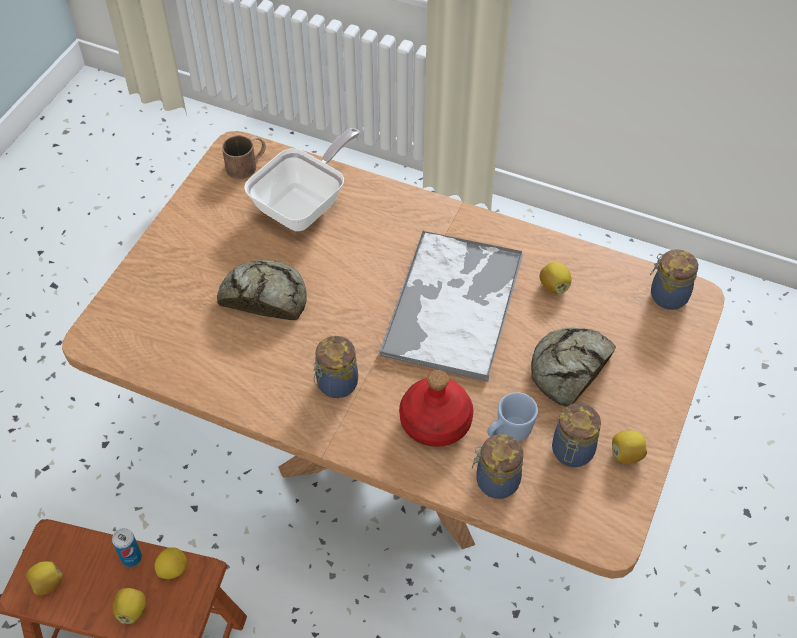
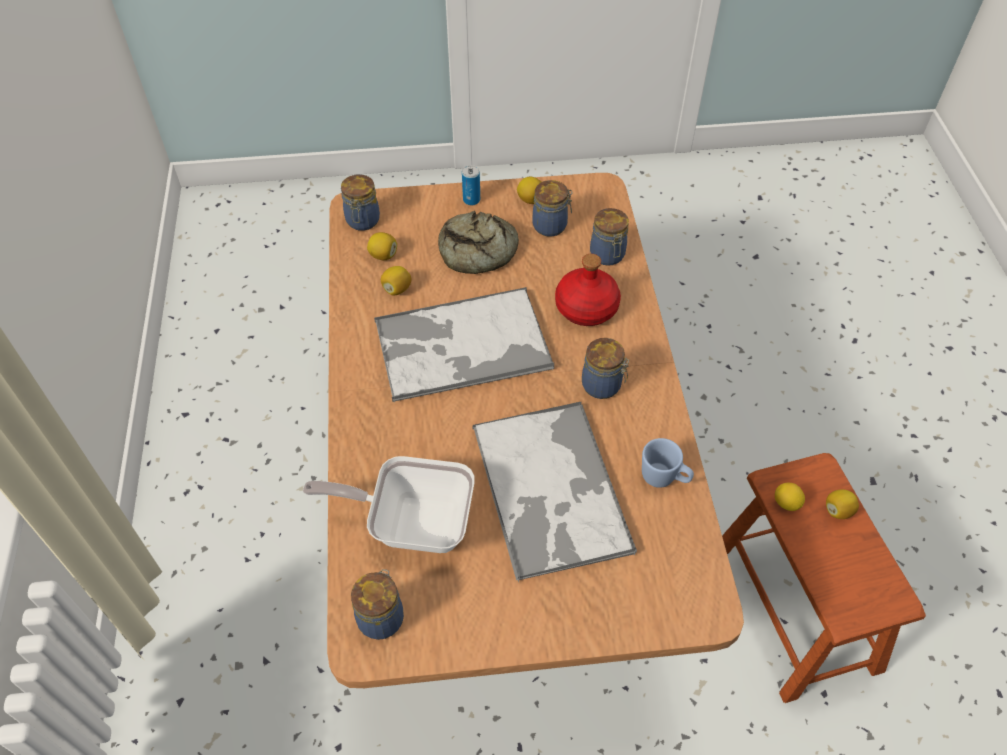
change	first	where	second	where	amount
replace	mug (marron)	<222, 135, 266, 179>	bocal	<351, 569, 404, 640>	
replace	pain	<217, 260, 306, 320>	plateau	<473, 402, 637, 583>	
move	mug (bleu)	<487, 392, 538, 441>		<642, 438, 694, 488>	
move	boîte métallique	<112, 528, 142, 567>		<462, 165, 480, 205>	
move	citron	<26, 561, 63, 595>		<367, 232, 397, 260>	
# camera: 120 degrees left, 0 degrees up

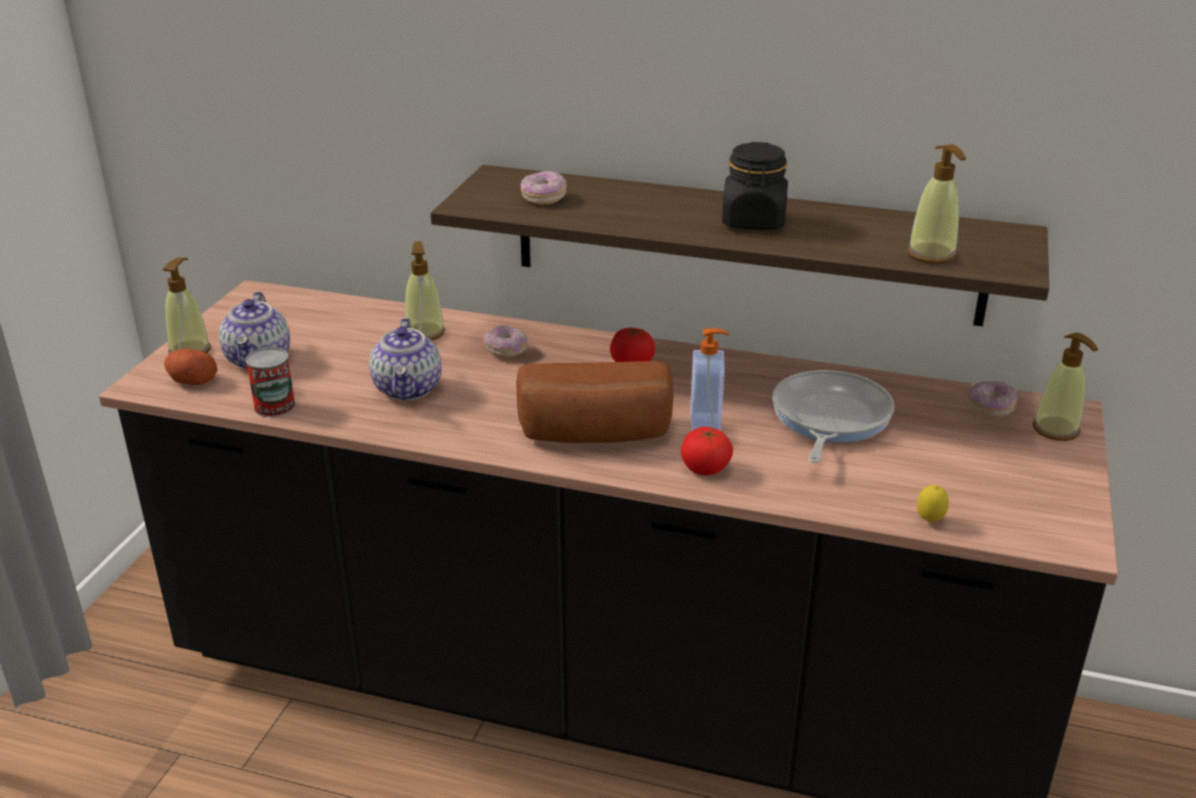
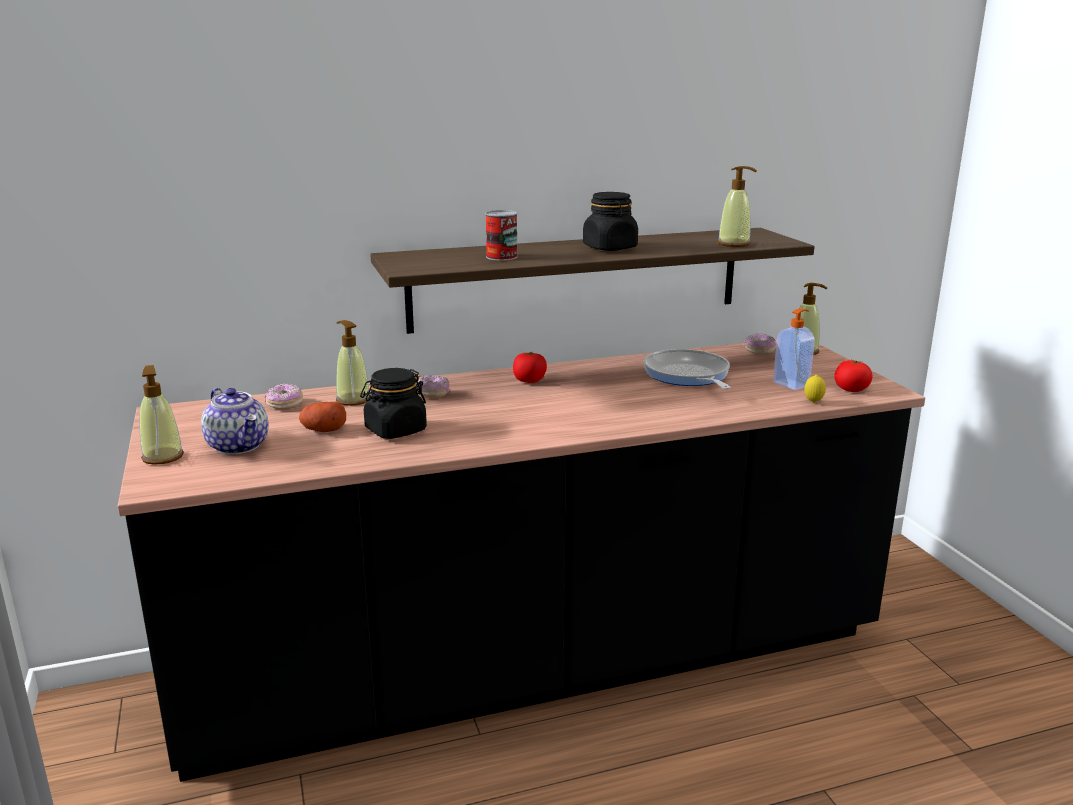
change	first	where	second	where	amount
move	beignet	<521, 171, 567, 205>		<265, 383, 303, 409>	
replace	théière	<369, 318, 441, 400>	bocal (noir)	<360, 368, 427, 439>	
move	distributeur de savon	<690, 328, 729, 431>		<773, 309, 815, 390>	
move	boîte métallique	<246, 347, 296, 417>		<485, 210, 518, 261>	
move	pomme de terre	<164, 349, 217, 385>		<299, 402, 346, 432>	
delete	pain	<516, 361, 674, 443>			
move	tomate	<681, 427, 733, 476>		<834, 360, 873, 392>	
# camera: 35 degrees left, 10 degrees down

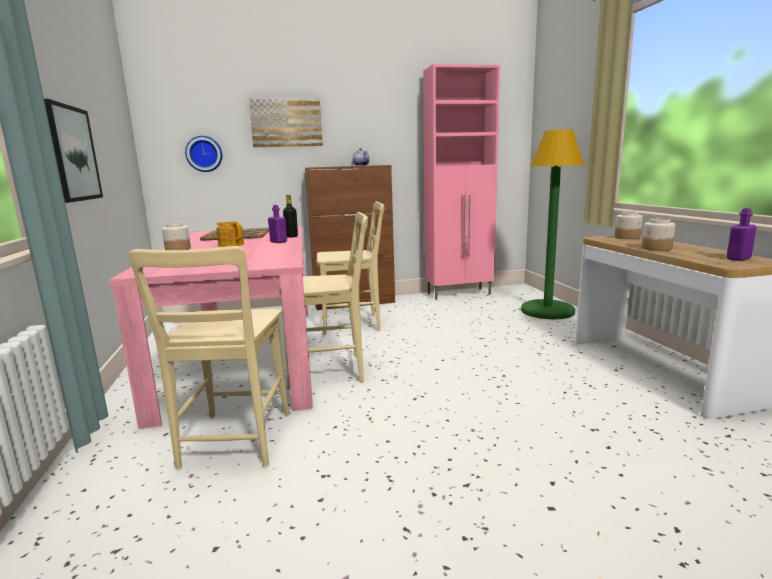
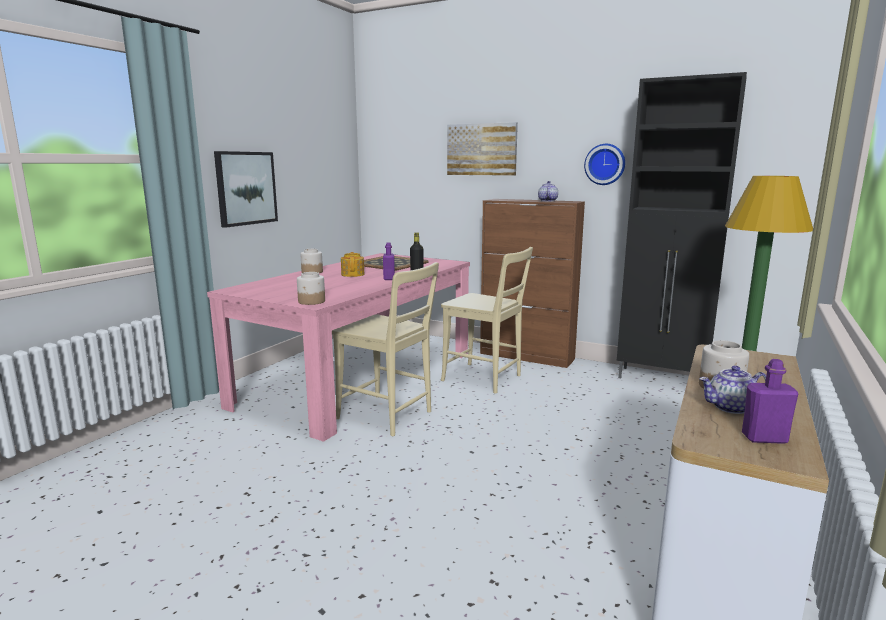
change	first	where	second	where	amount
recolor	meuble de rangement (rose)	<423, 64, 500, 300>	meuble de rangement (noir)	<617, 72, 747, 378>	
move	horloge murale	<185, 136, 222, 172>		<584, 144, 625, 185>	
move	bocal	<615, 211, 643, 239>		<297, 272, 325, 305>	
delete	chaise (beige)	<129, 246, 290, 469>			
insert			théière	<699, 366, 766, 414>	
# camera: 40 degrees right, 0 degrees up

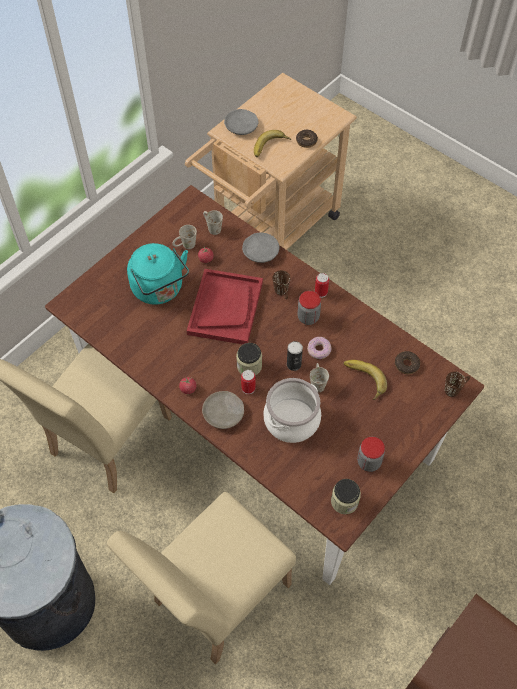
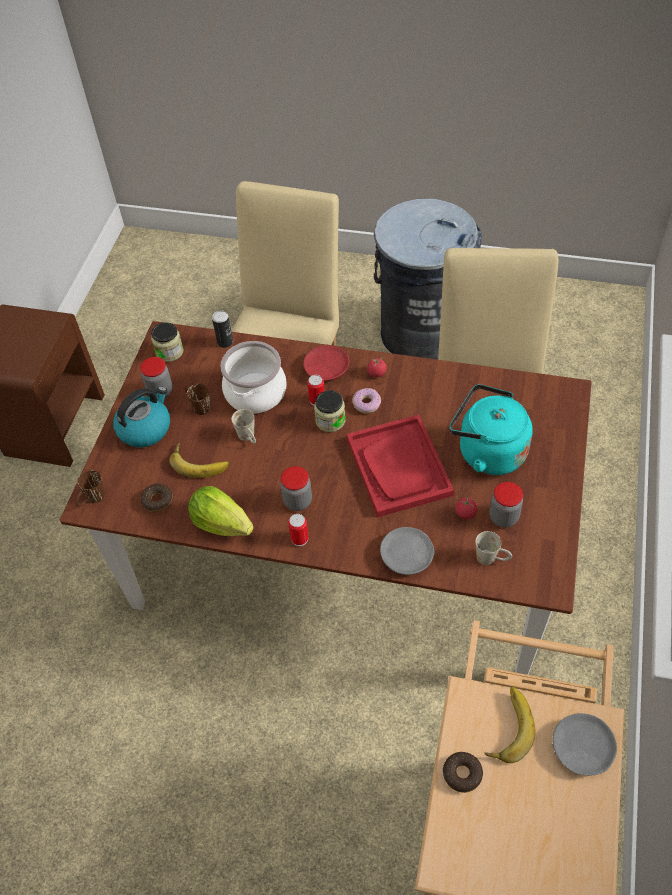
change	first	where	second	where	amount
replace	mug (blanc)	<172, 225, 197, 249>	bocal	<490, 482, 523, 528>	
move	mug (marron)	<272, 270, 291, 299>		<185, 384, 210, 415>	
move	beignet	<307, 337, 332, 359>		<352, 388, 381, 413>	
move	boîte métallique	<287, 341, 303, 371>		<212, 310, 233, 348>	
recolor	assiette (beige)	<202, 391, 244, 429>	assiette (rouge)	<303, 345, 349, 381>	
insert			bouilloire	<113, 386, 170, 447>	
insert			laitue	<188, 486, 254, 536>	
# camera: 155 degrees right, 5 degrees down

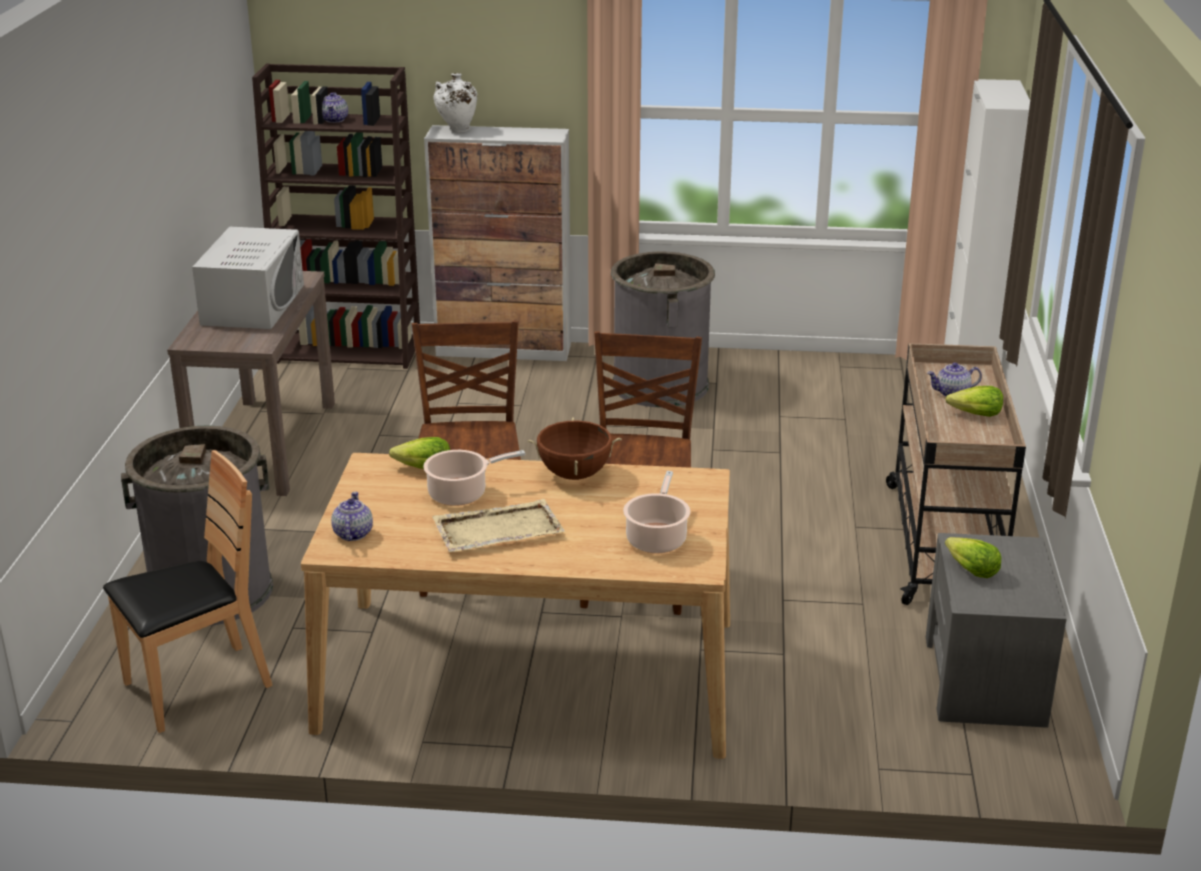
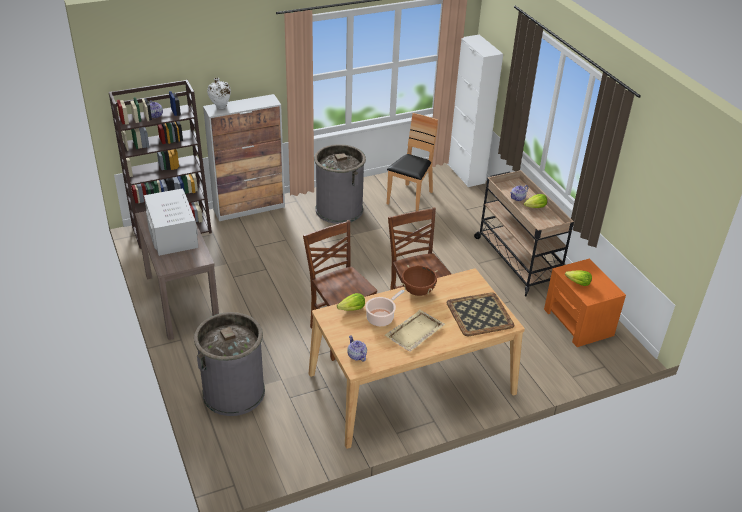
change	first	where	second	where	amount
move	chaise (marron)	<103, 450, 273, 733>		<387, 113, 438, 211>	
replace	marmite	<623, 471, 690, 553>	plateau	<446, 292, 514, 336>	
recolor	table de chevet (gris)	<926, 533, 1066, 728>	table de chevet (orange)	<544, 258, 626, 347>	
# camera: 30 degrees left, 10 degrees up

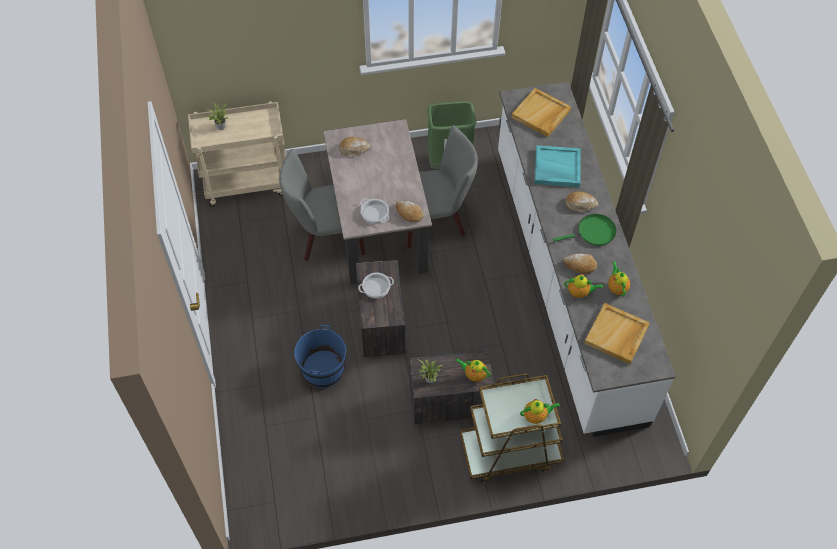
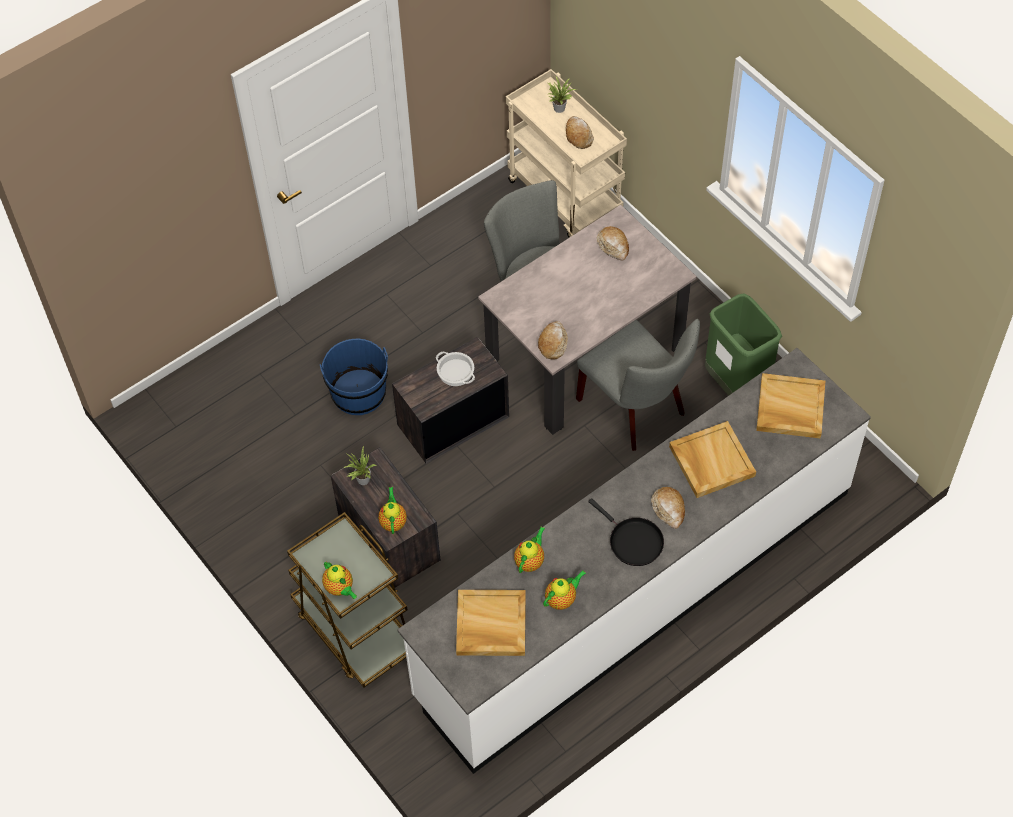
change	first	where	second	where	amount
recolor	plateau (turquoise)	<535, 145, 581, 187>	plateau (beige)	<669, 421, 756, 498>	
delete	marmite	<360, 198, 390, 224>			
recolor	poêle (vert)	<553, 214, 616, 246>	poêle (noir)	<588, 498, 664, 566>	
move	pain	<563, 254, 597, 274>		<566, 116, 594, 149>	
rotate	théière	<564, 274, 603, 298>		<514, 526, 545, 573>	135 degrees counterclockwise
# camera: 65 degrees right, 0 degrees up

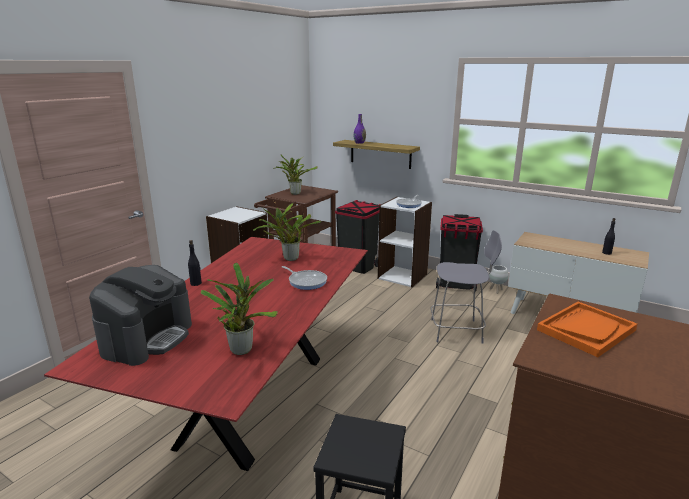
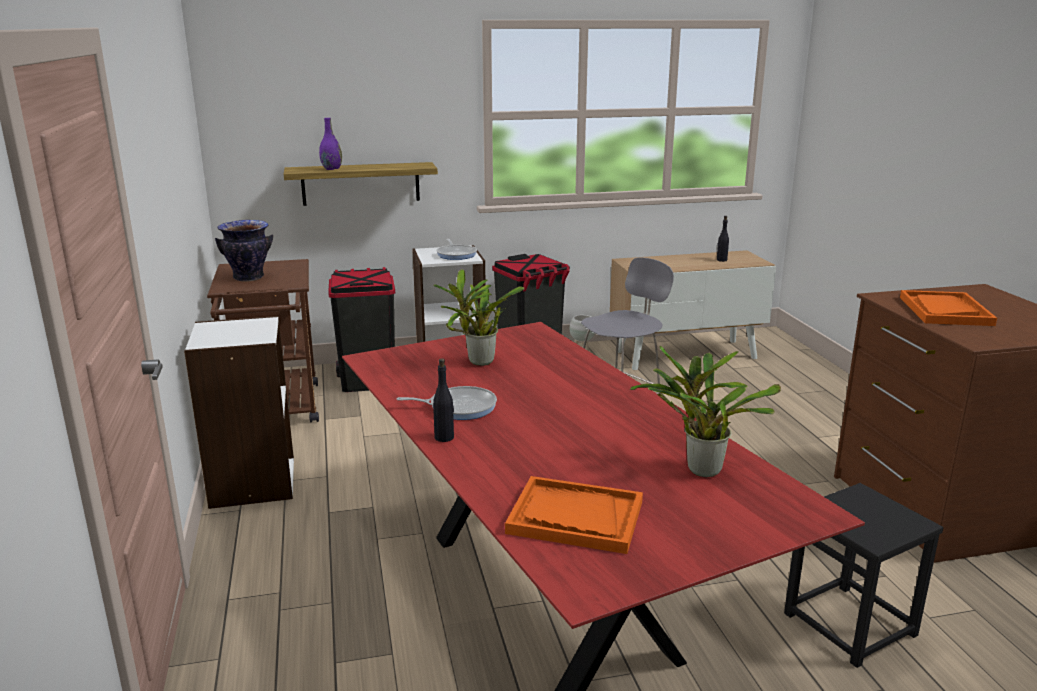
change	first	where	second	where	amount
replace	plante en pot	<273, 155, 318, 195>	vase	<215, 220, 273, 281>	
replace	machine à café	<89, 265, 192, 366>	plateau (orange)	<505, 476, 643, 554>	
move	poêle	<282, 266, 327, 290>		<397, 386, 497, 420>	
# camera: 45 degrees left, 0 degrees up

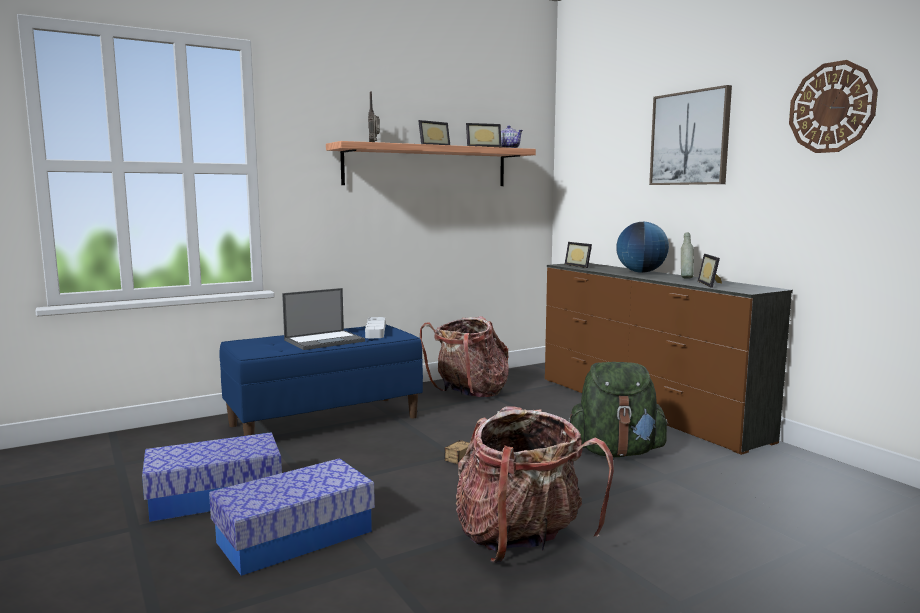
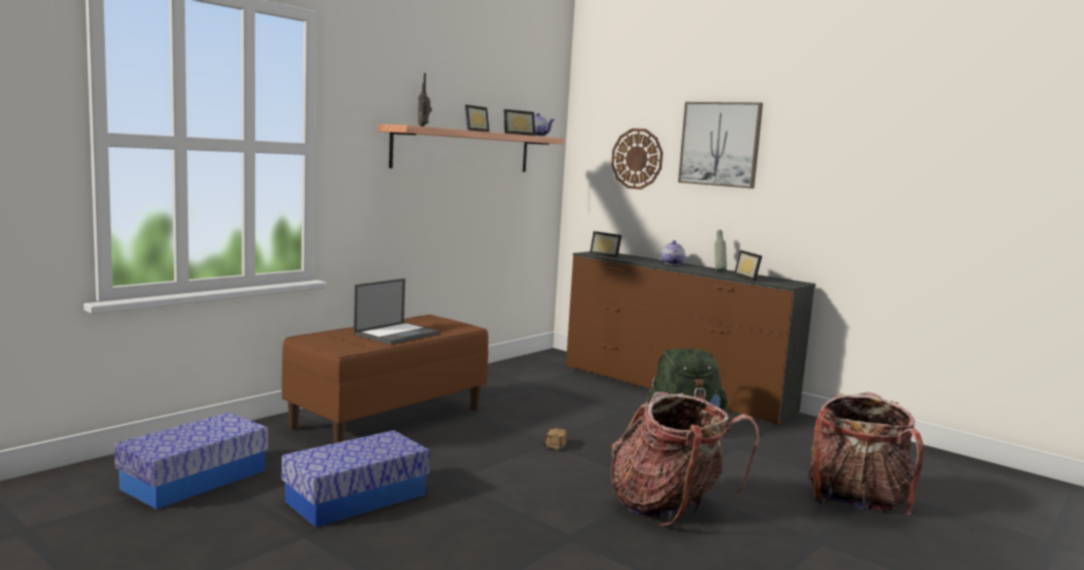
change	first	where	second	where	amount
move	horloge murale	<789, 60, 878, 153>		<611, 128, 663, 189>	
replace	globe	<616, 222, 669, 273>	théière	<661, 240, 685, 265>	
move	sac à dos	<420, 316, 509, 397>		<808, 392, 924, 515>	
delete	plateau (gris)	<365, 317, 385, 338>			
recolor	banc (bleu)	<219, 324, 423, 436>	banc (marron)	<282, 315, 489, 443>	
move	boîte de rangement	<209, 458, 375, 576>		<114, 412, 268, 509>	
# camera: 20 degrees left, 0 degrees up

